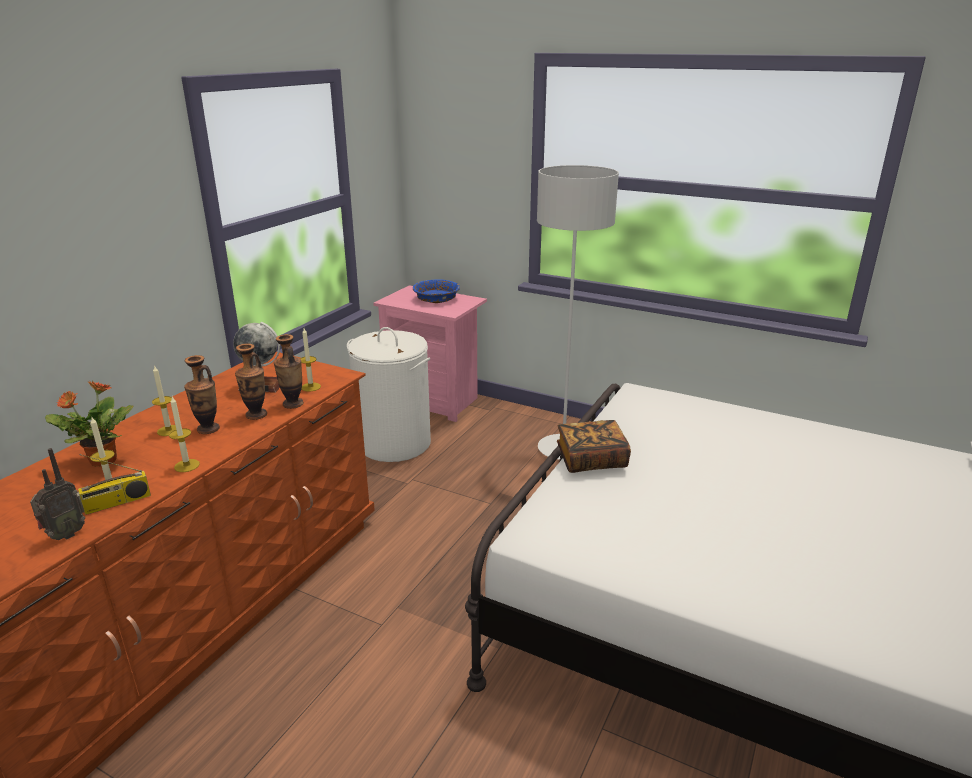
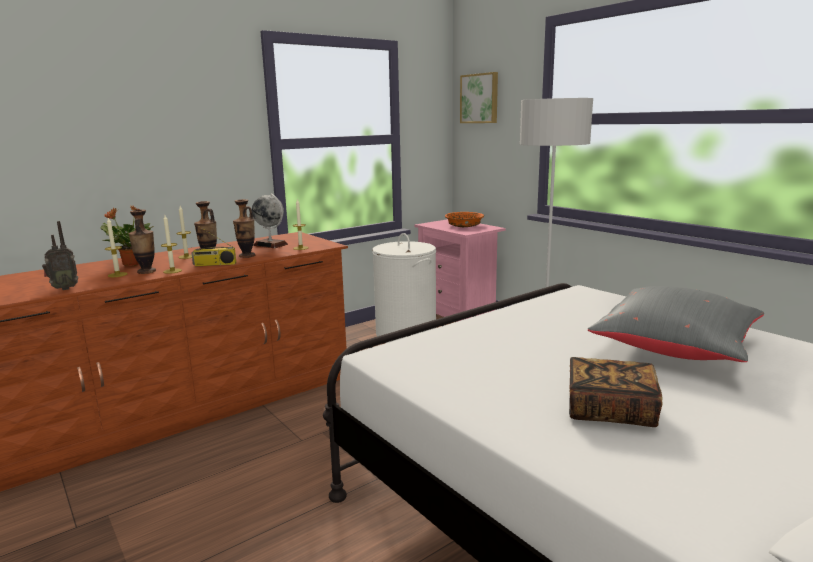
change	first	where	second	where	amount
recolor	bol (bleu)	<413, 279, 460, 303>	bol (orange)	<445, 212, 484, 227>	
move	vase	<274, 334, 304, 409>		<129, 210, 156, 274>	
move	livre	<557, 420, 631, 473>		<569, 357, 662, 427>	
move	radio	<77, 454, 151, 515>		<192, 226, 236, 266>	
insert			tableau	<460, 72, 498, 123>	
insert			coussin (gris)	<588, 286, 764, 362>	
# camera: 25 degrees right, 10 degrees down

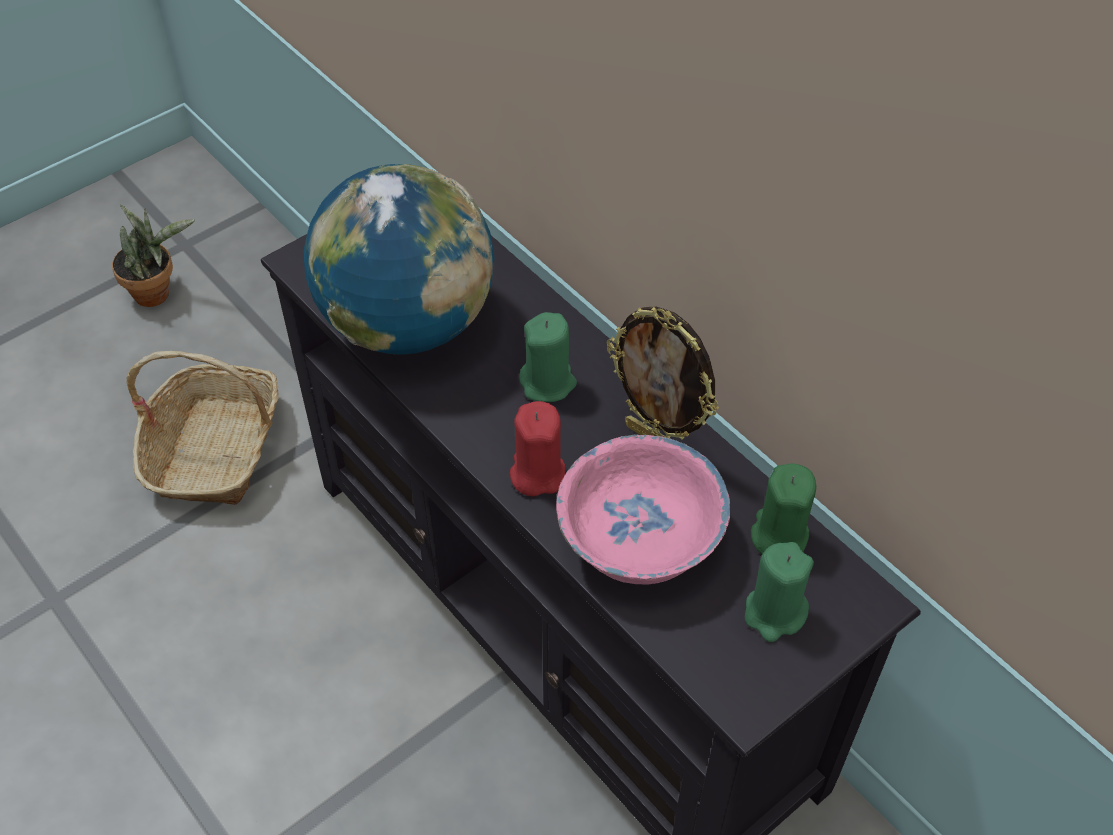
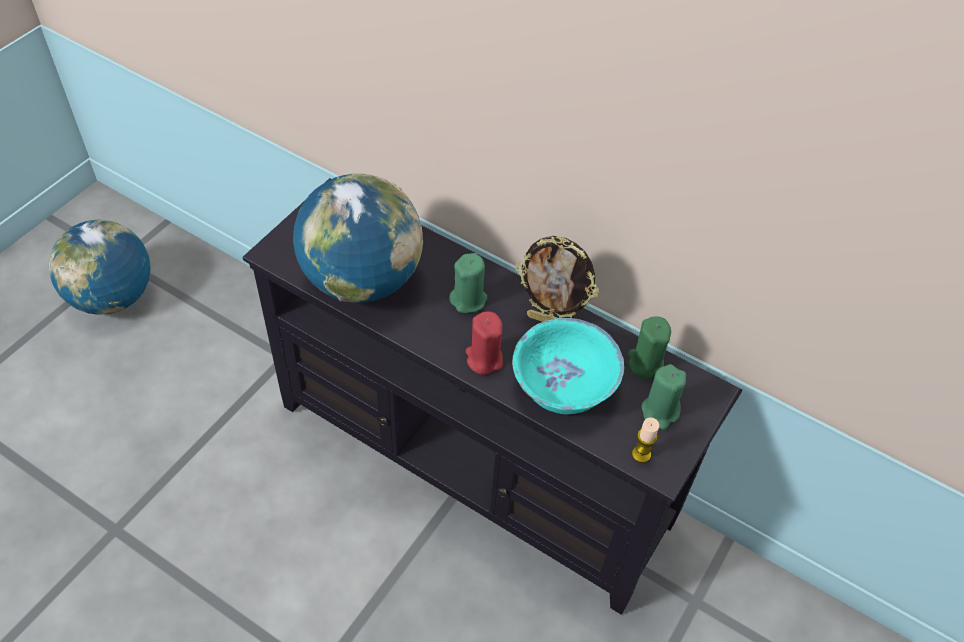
change	first	where	second	where	amount
replace	plante en pot	<112, 205, 195, 307>	globe	<49, 220, 151, 314>	
delete	panier	<126, 351, 279, 505>			
recolor	bol (rose)	<556, 434, 730, 585>	bol (turquoise)	<512, 318, 624, 414>	
insert			bougie	<632, 418, 659, 463>	
# camera: 20 degrees left, 0 degrees up

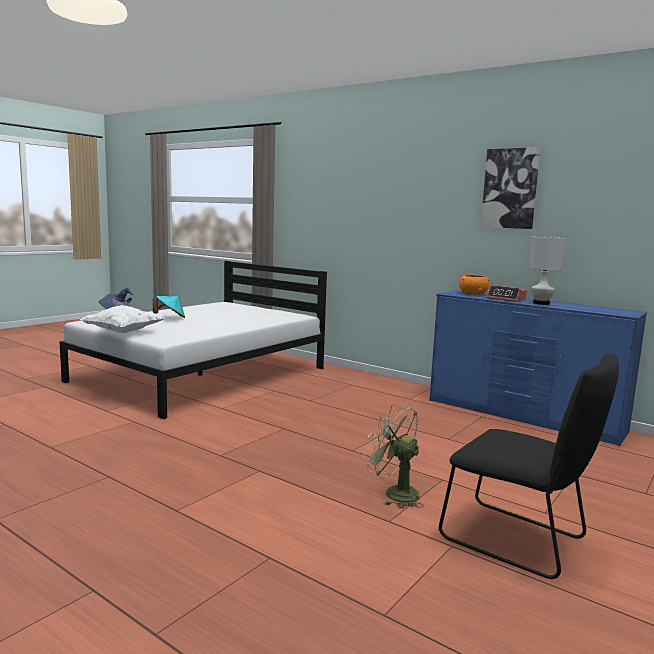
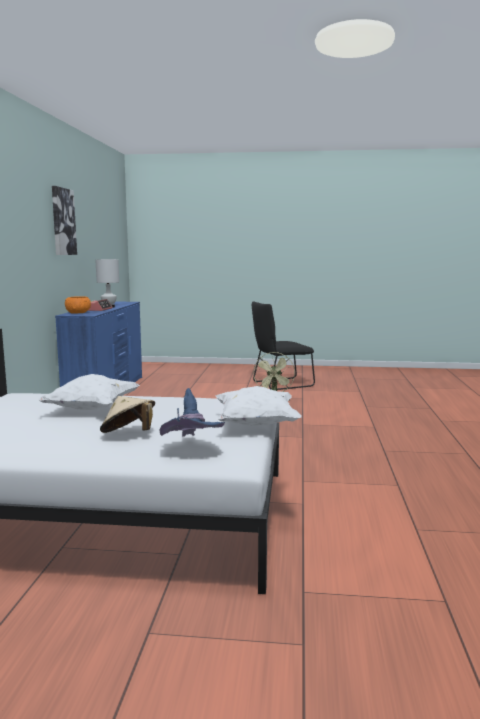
change	first	where	second	where	amount
recolor	chapeau (turquoise)	<153, 296, 185, 318>	chapeau (beige)	<100, 396, 155, 433>	
rotate	chaise (noir)	<439, 353, 619, 579>		<252, 301, 315, 390>	120 degrees counterclockwise
insert			coussin (blanc)	<38, 374, 140, 410>	
# camera: 120 degrees left, 0 degrees up

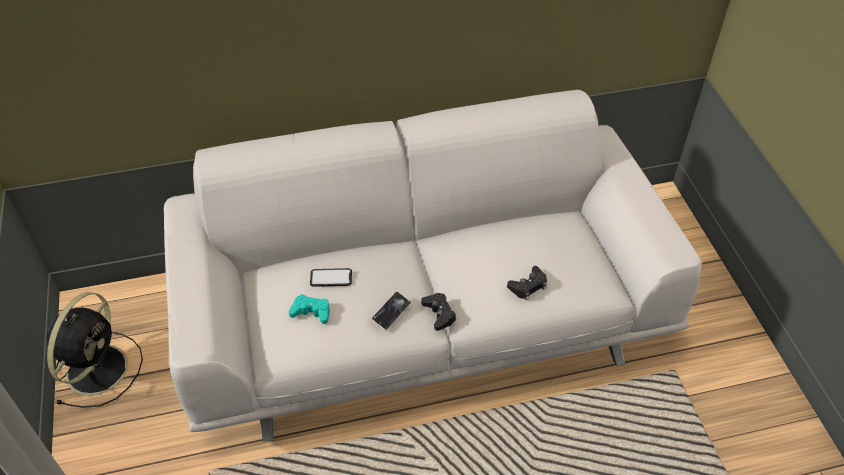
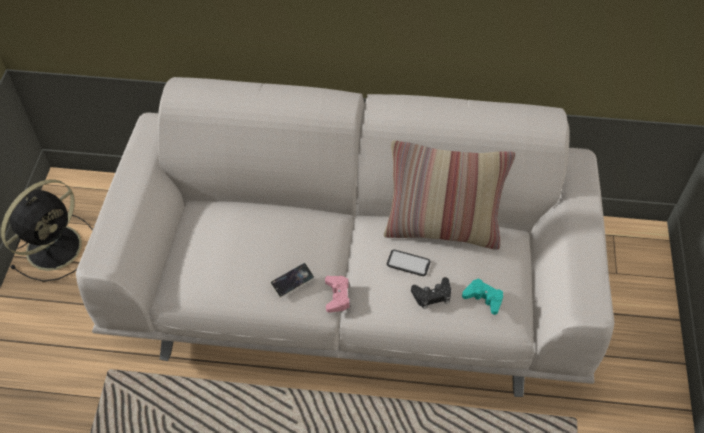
change	first	where	second	where	amount
move	téléphone	<310, 268, 352, 287>		<387, 250, 431, 276>	
recolor	manette (noir)	<421, 293, 456, 331>	manette (rose)	<325, 276, 351, 313>	
move	manette (turquoise)	<289, 294, 330, 324>		<462, 278, 503, 315>	
insert			coussin	<383, 140, 515, 250>	
# camera: 20 degrees right, 5 degrees up

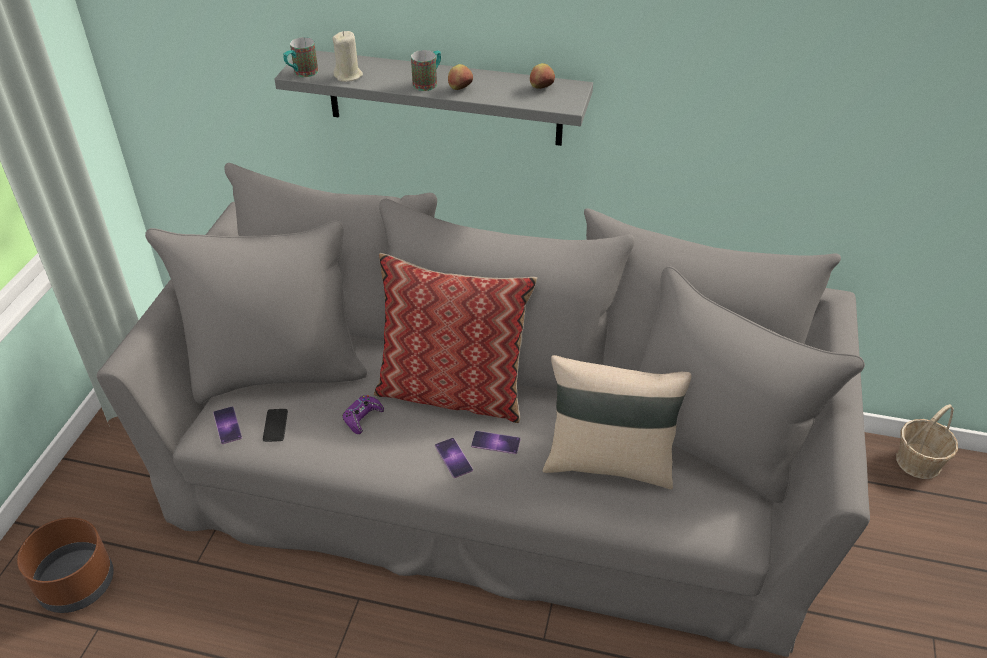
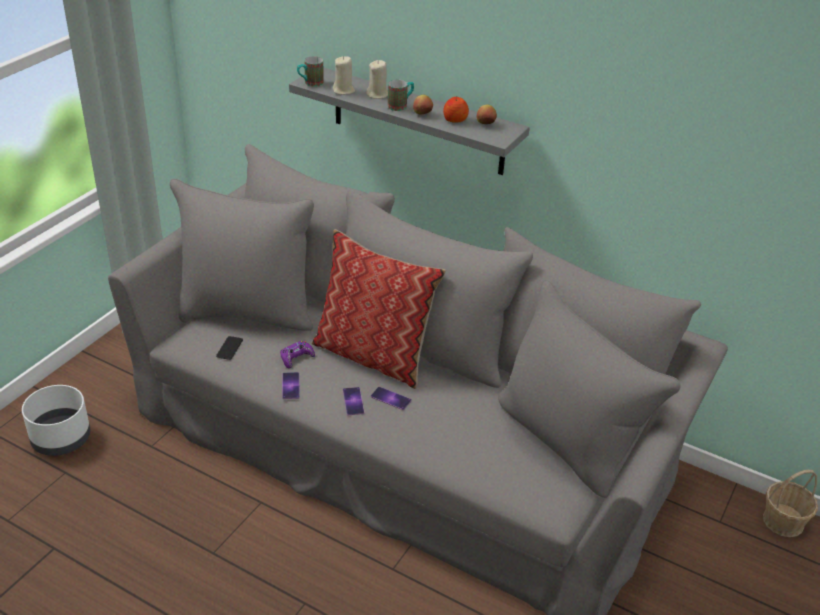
change	first	where	second	where	amount
delete	coussin (beige)	<543, 355, 691, 490>			
move	téléphone	<213, 406, 242, 444>		<282, 372, 300, 399>	
recolor	cache-pot (marron)	<17, 517, 114, 613>	cache-pot (blanc)	<22, 385, 90, 456>	
insert			bougie (beige)	<366, 60, 388, 99>	
insert			pomme	<443, 97, 469, 123>	
# camera: 15 degrees right, 5 degrees down

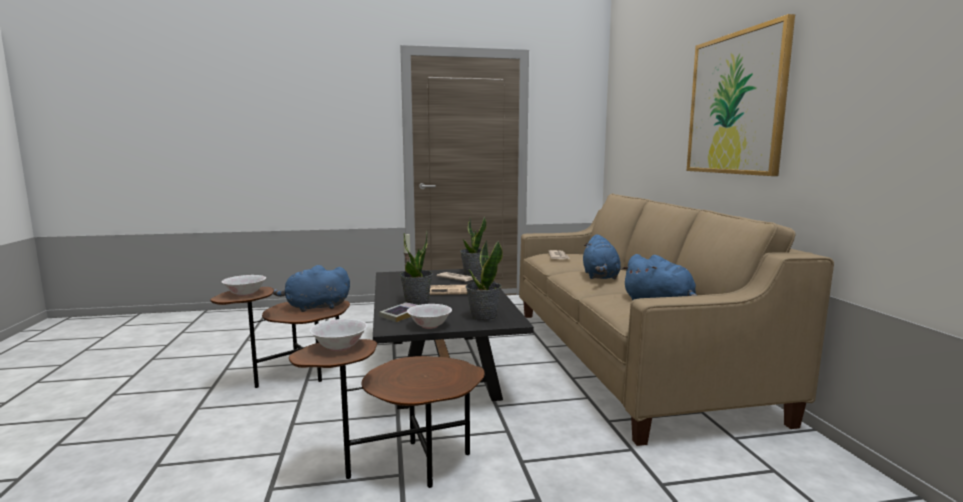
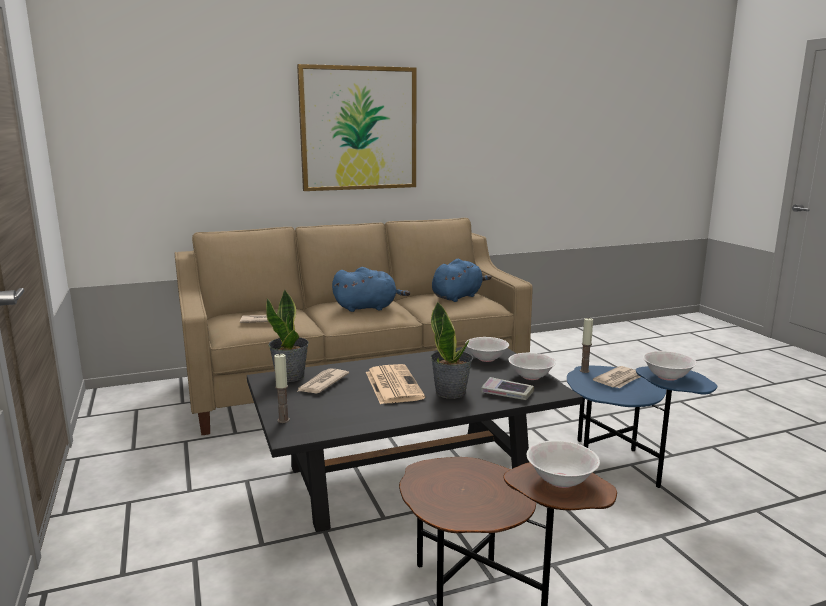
change	first	where	second	where	amount
replace	plante en pot	<466, 240, 503, 321>	bol (blanc)	<465, 337, 509, 362>	
delete	peluche (bleu)	<273, 265, 350, 312>			
recolor	table d'appoint (marron)	<289, 339, 485, 488>	table d'appoint (bleu)	<567, 366, 718, 488>	
insert			bougie	<580, 318, 593, 373>	
insert			journal	<593, 366, 640, 388>	
# camera: 100 degrees left, 5 degrees up

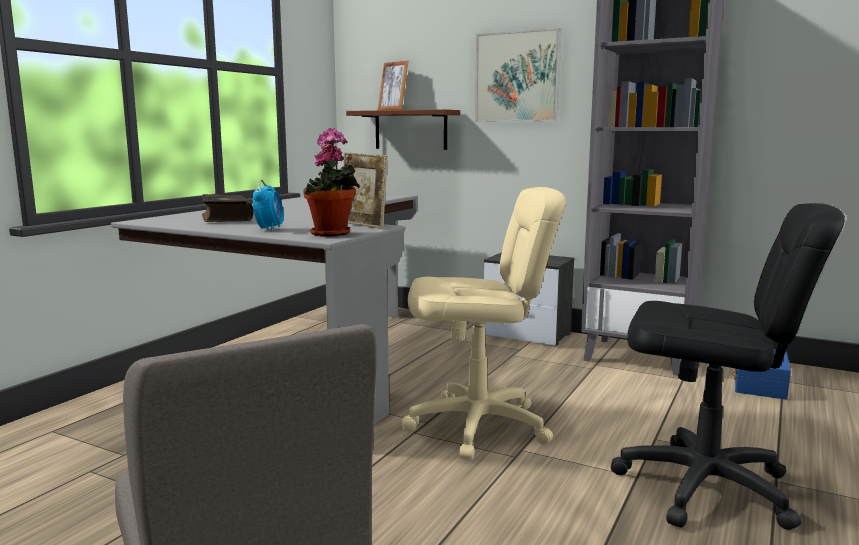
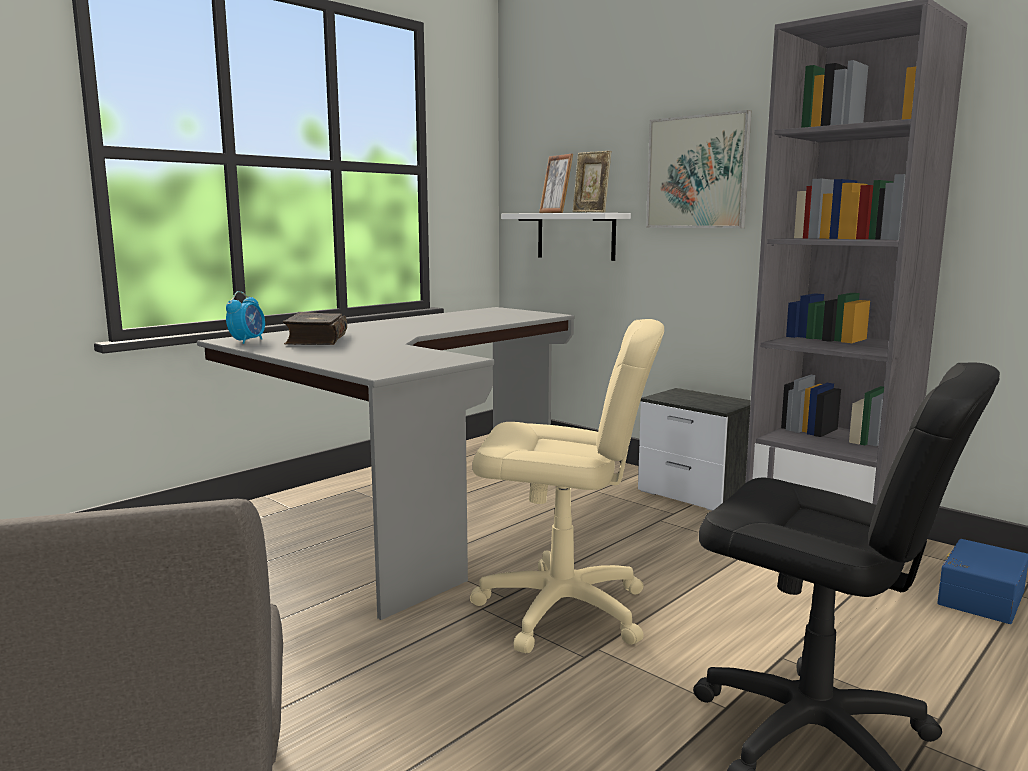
change	first	where	second	where	amount
recolor	étagère (marron)	<346, 109, 460, 150>	étagère (blanc)	<501, 213, 631, 261>	
delete	plante en pot	<304, 128, 360, 237>			
move	cadre photo	<343, 152, 388, 229>		<573, 151, 611, 212>	
move	réveil	<253, 179, 284, 232>		<226, 291, 265, 344>	
# camera: 15 degrees right, 0 degrees up

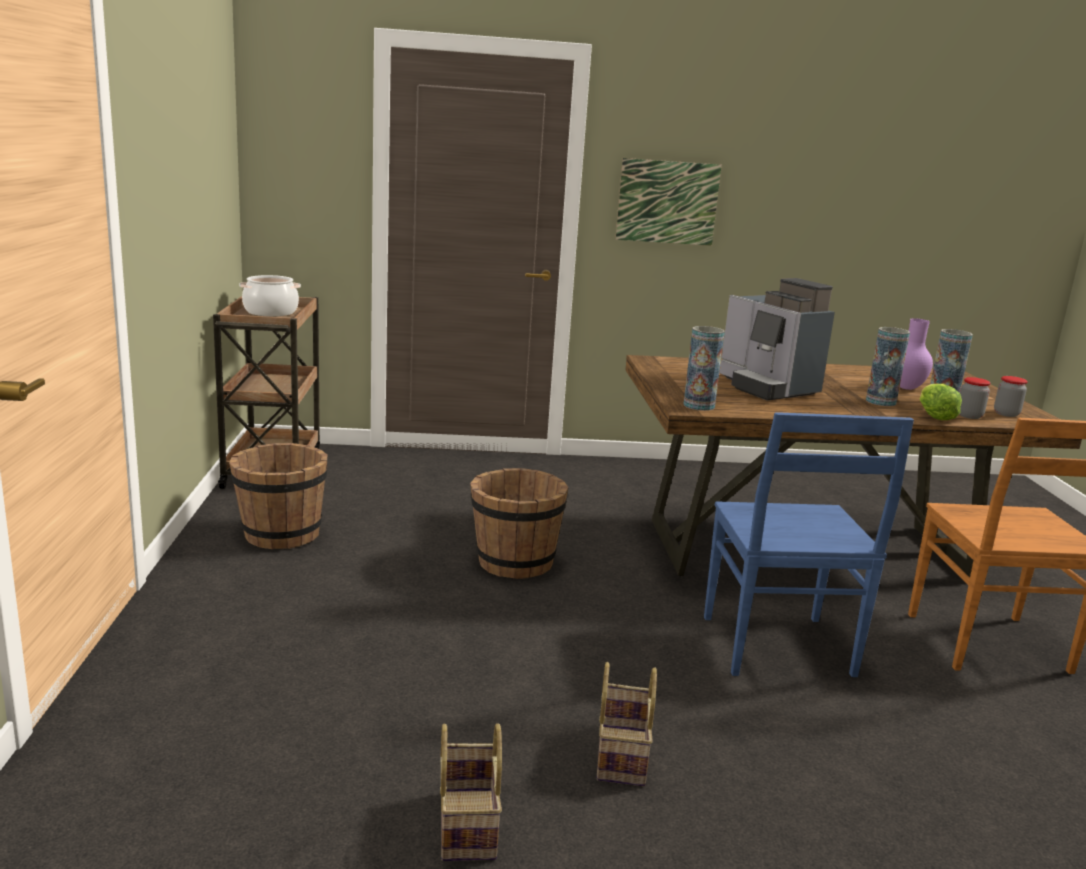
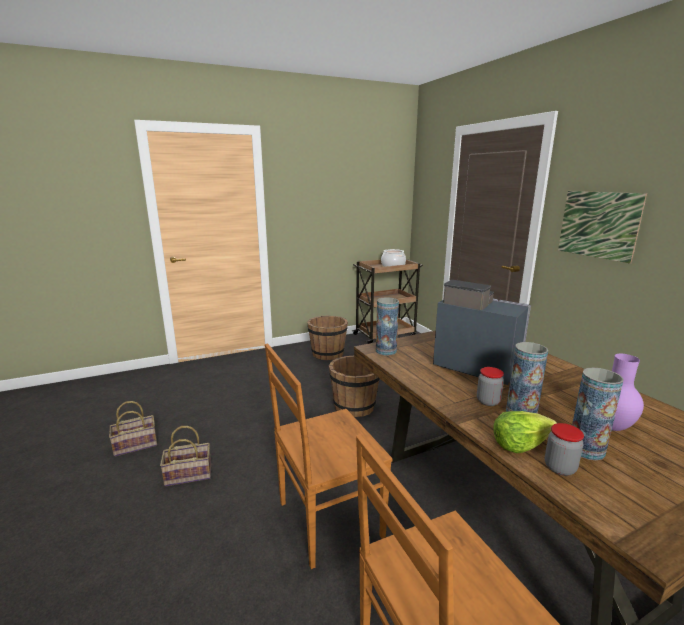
change	first	where	second	where	amount
rotate	machine à café	<720, 278, 835, 401>		<433, 280, 531, 385>	90 degrees clockwise
move	bocal	<994, 376, 1028, 417>		<477, 367, 504, 406>	
recolor	chaise (bleu)	<704, 412, 914, 677>	chaise (marron)	<265, 343, 393, 569>	
# camera: 70 degrees right, 0 degrees up

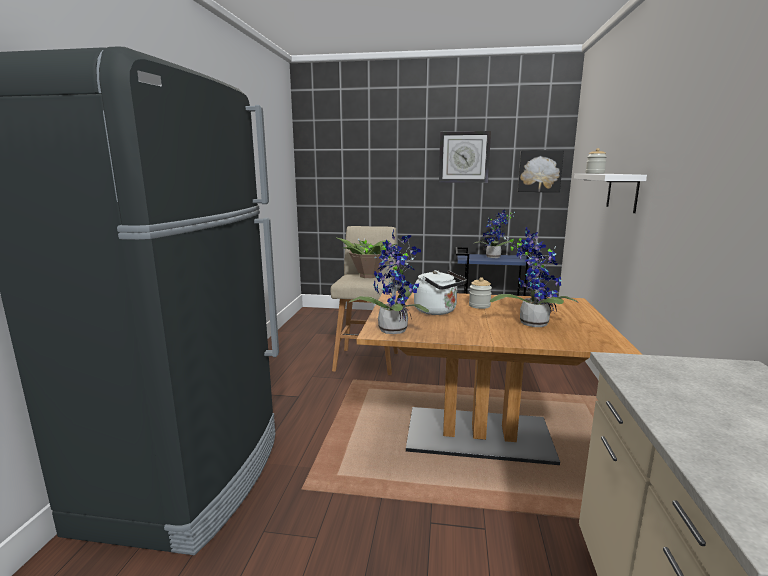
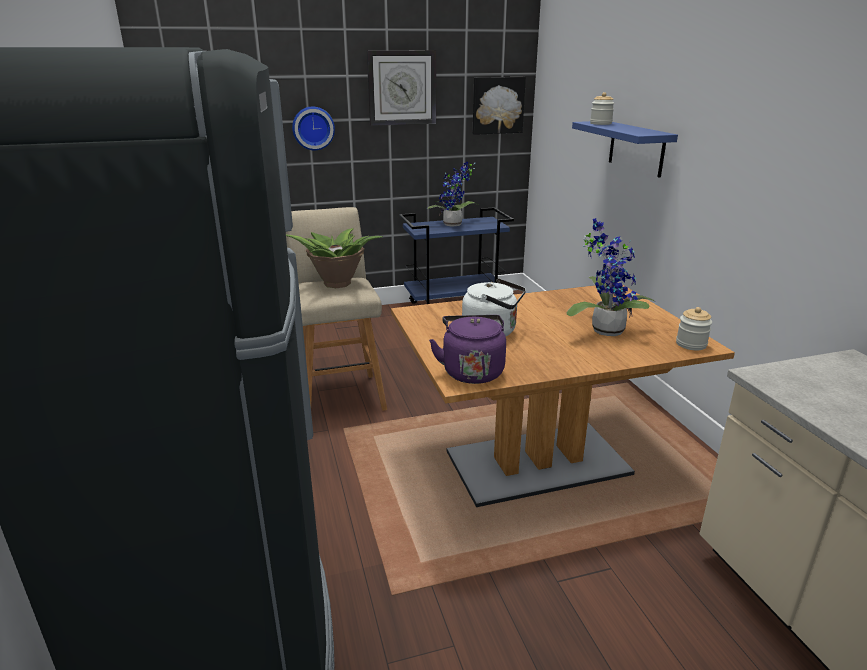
change	first	where	second	where	amount
recolor	étagère (blanc)	<574, 174, 647, 213>	étagère (bleu)	<572, 121, 678, 178>	
replace	plante en pot	<348, 230, 429, 334>	bouilloire (violet)	<429, 315, 506, 384>	
move	bocal	<469, 277, 492, 309>		<676, 307, 712, 350>	
insert			horloge murale	<292, 106, 335, 150>	
# camera: 25 degrees left, 10 degrees up

